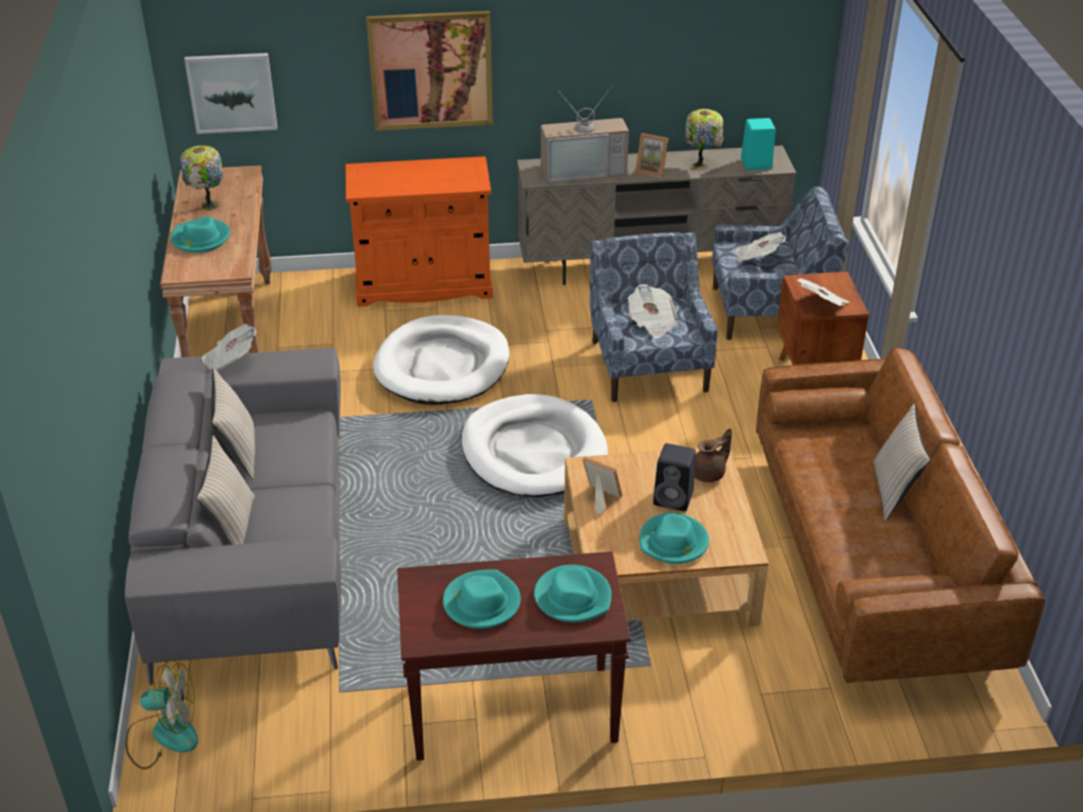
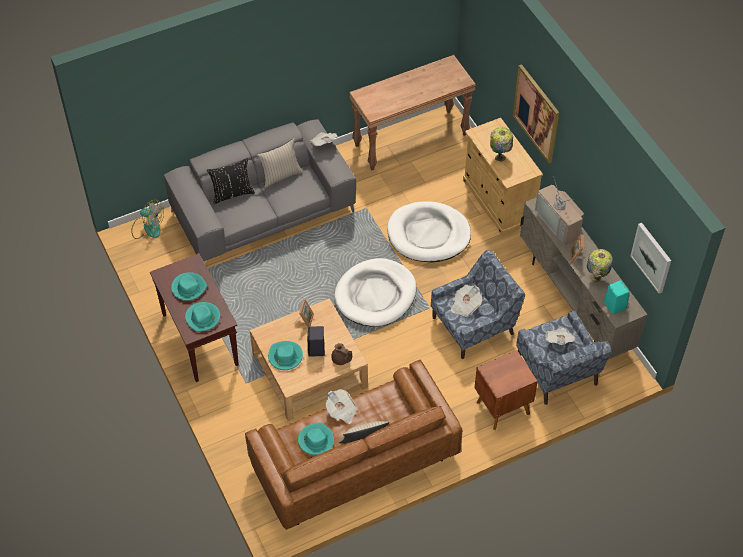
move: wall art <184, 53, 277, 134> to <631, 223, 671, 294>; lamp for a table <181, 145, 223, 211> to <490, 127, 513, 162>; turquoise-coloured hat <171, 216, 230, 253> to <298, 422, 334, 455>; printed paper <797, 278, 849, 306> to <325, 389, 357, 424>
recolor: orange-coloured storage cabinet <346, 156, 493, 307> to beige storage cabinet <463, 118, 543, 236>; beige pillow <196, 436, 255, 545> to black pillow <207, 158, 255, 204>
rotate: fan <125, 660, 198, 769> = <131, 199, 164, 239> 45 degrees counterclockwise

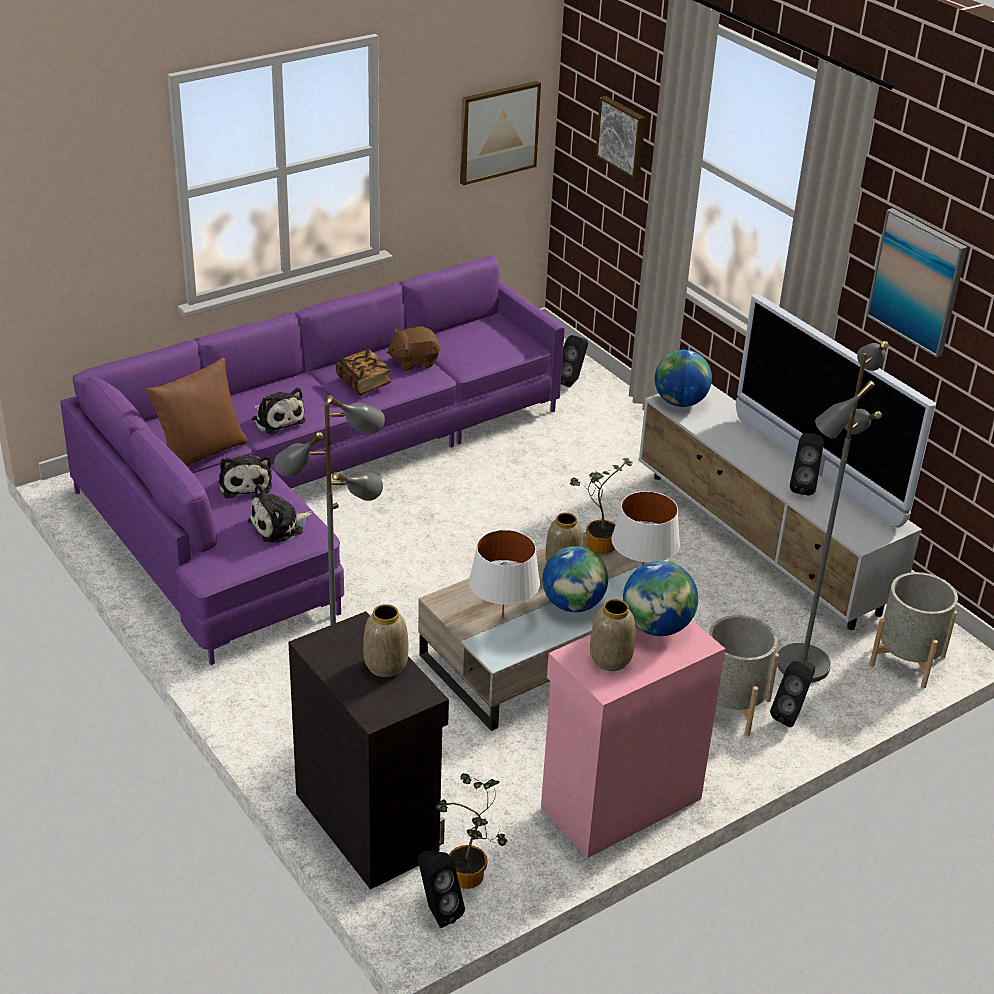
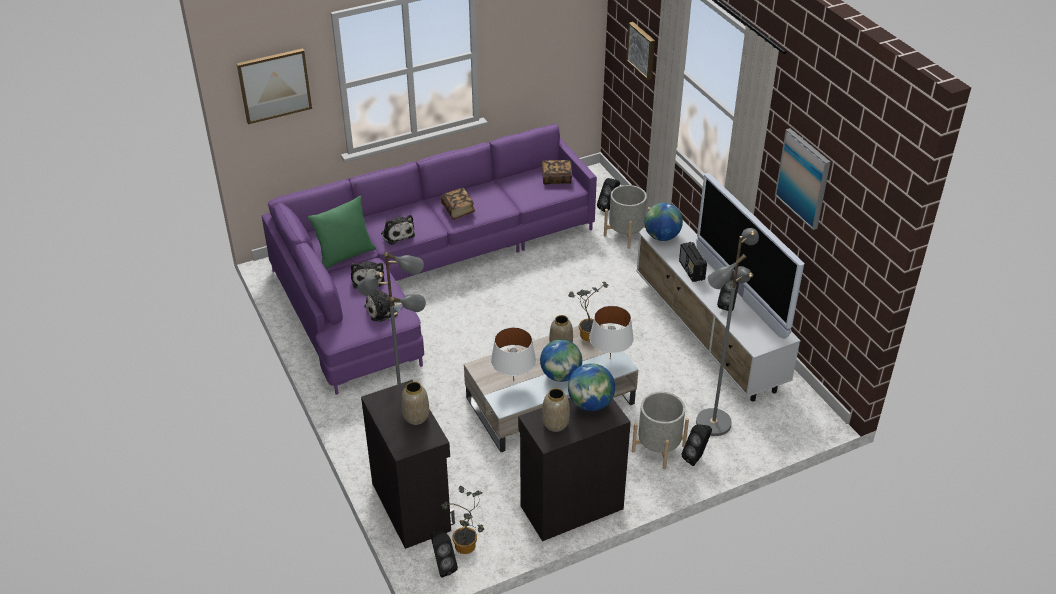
delete: brown-coloured soft toy <387, 326, 440, 371>
insert: bound book <542, 160, 572, 185>; radio <679, 242, 707, 282>
move: wall art <460, 81, 541, 185> to <236, 48, 312, 124>; greyish planter <869, 572, 958, 688> to <604, 185, 650, 249>
recolor: brown-coloured pillow <146, 358, 248, 467> to green pillow <308, 196, 376, 269>; pink storage cabinet <541, 620, 725, 858> to black storage cabinet <518, 398, 631, 541>

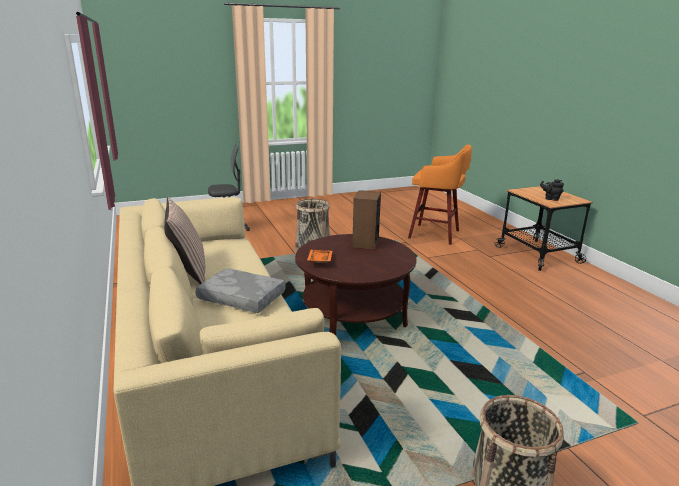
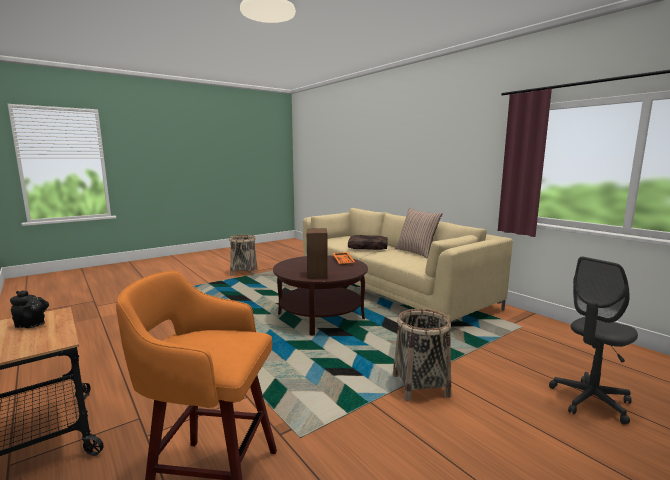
recolor: greyish pillow <195, 268, 286, 313> to brown-coloured pillow <348, 235, 388, 250>

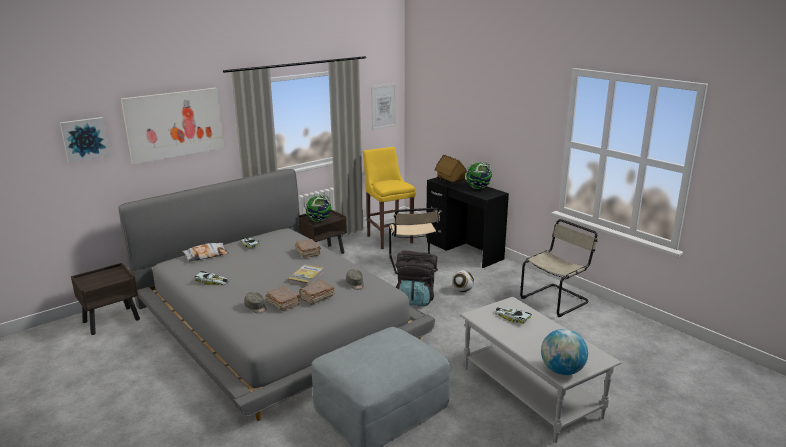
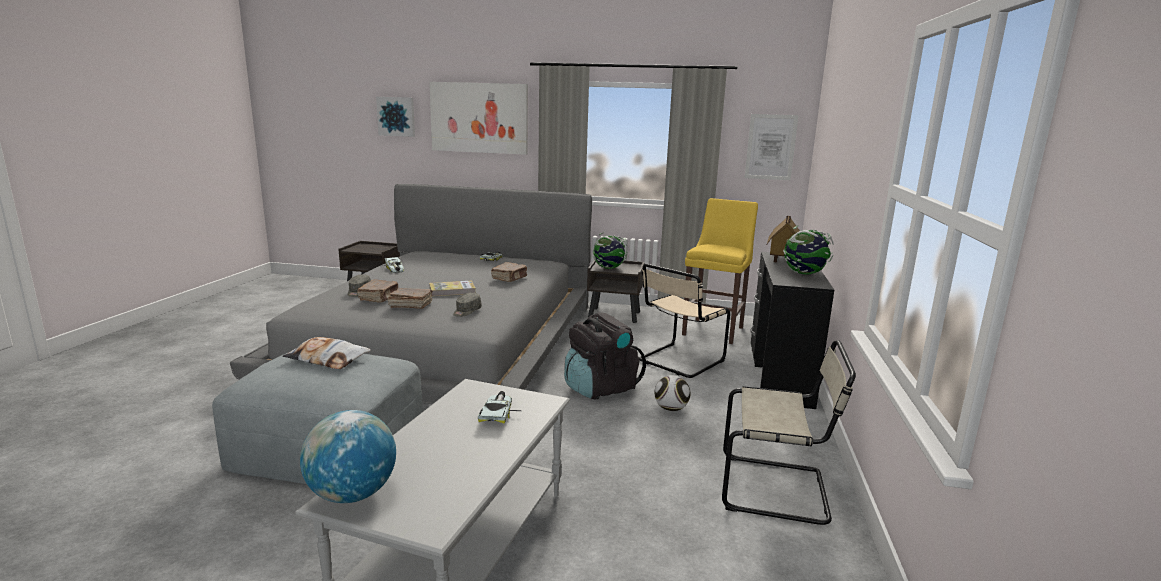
move: pillow <182, 243, 228, 262> to <282, 337, 371, 369>

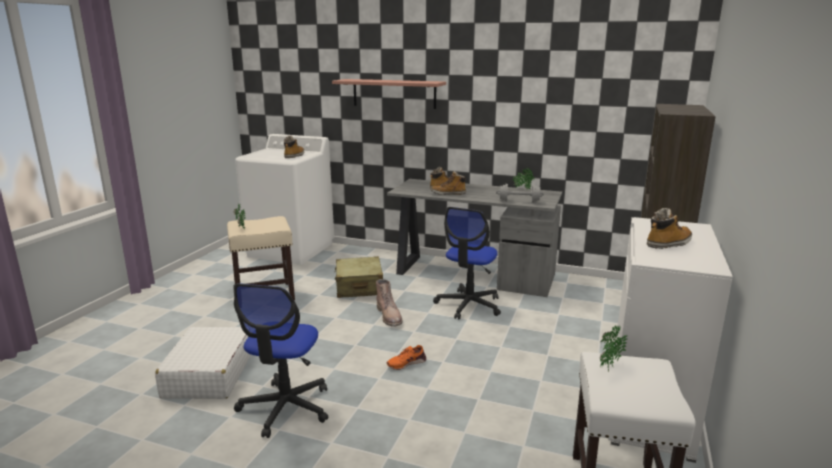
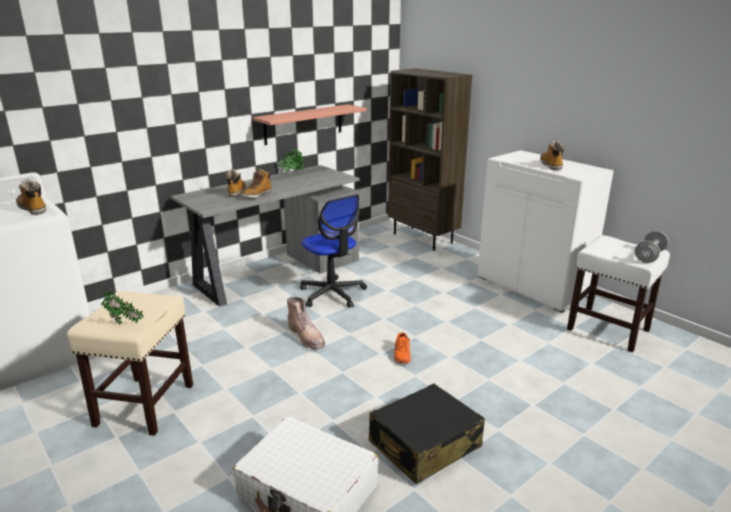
delete: beige travel case <335, 256, 383, 298>; potted plant <600, 324, 627, 373>
move: shelf <332, 79, 446, 109> to <253, 104, 366, 145>; greyish dumbbell <496, 184, 544, 202> to <635, 231, 669, 263>
replace: office chair <234, 283, 328, 438> to black travel case <369, 383, 485, 484>
rotate: brown-coloured tall boot <376, 279, 403, 326> = <287, 297, 325, 349> 45 degrees clockwise

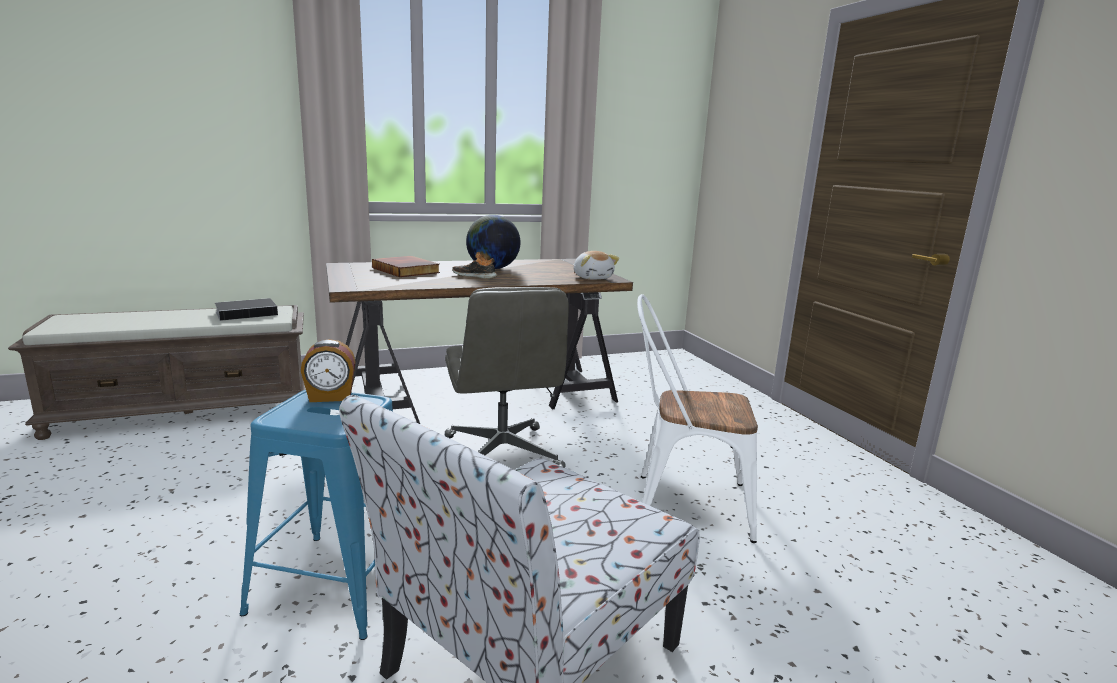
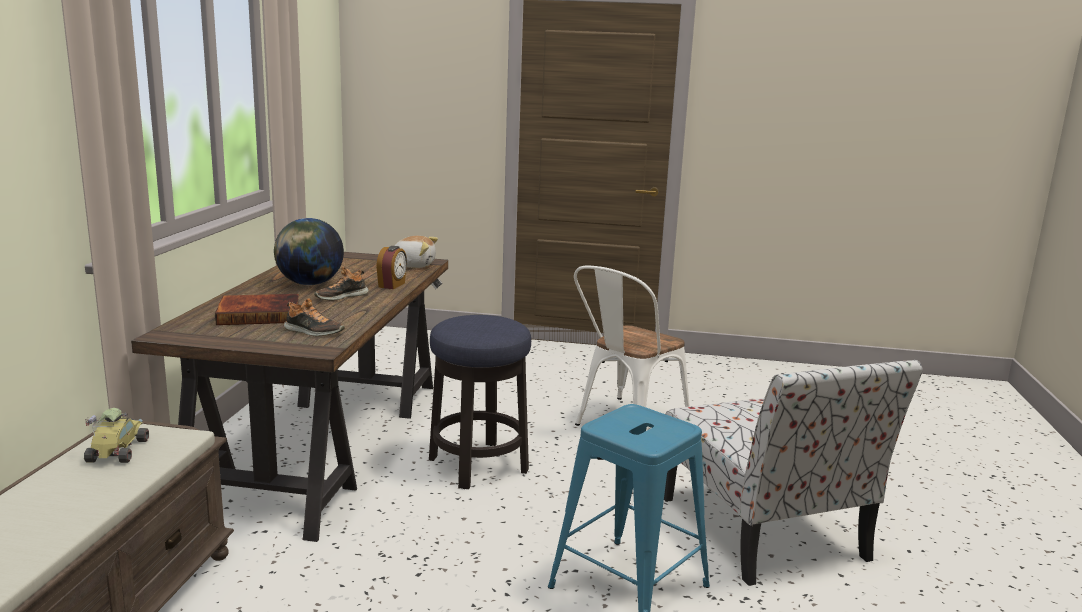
insert: shoe <284, 298, 345, 336>
move: alarm clock <301, 339, 356, 402> to <376, 246, 407, 289>
replace: greyish office chair <445, 287, 569, 468> to stool seat <429, 315, 531, 489>; bound book <215, 298, 278, 321> to model car <84, 408, 149, 463>

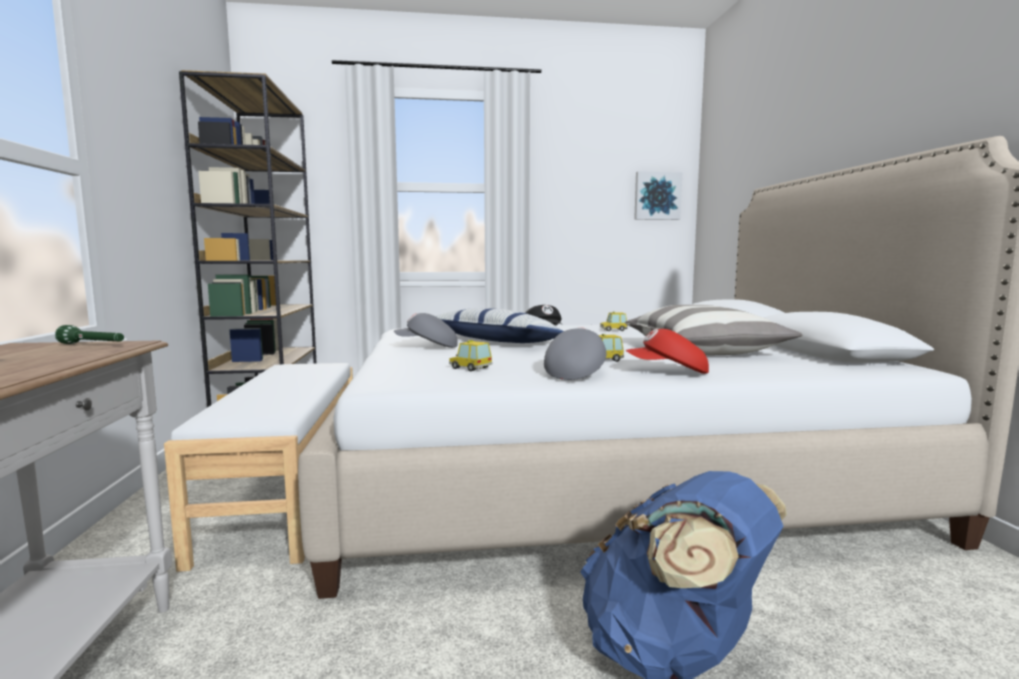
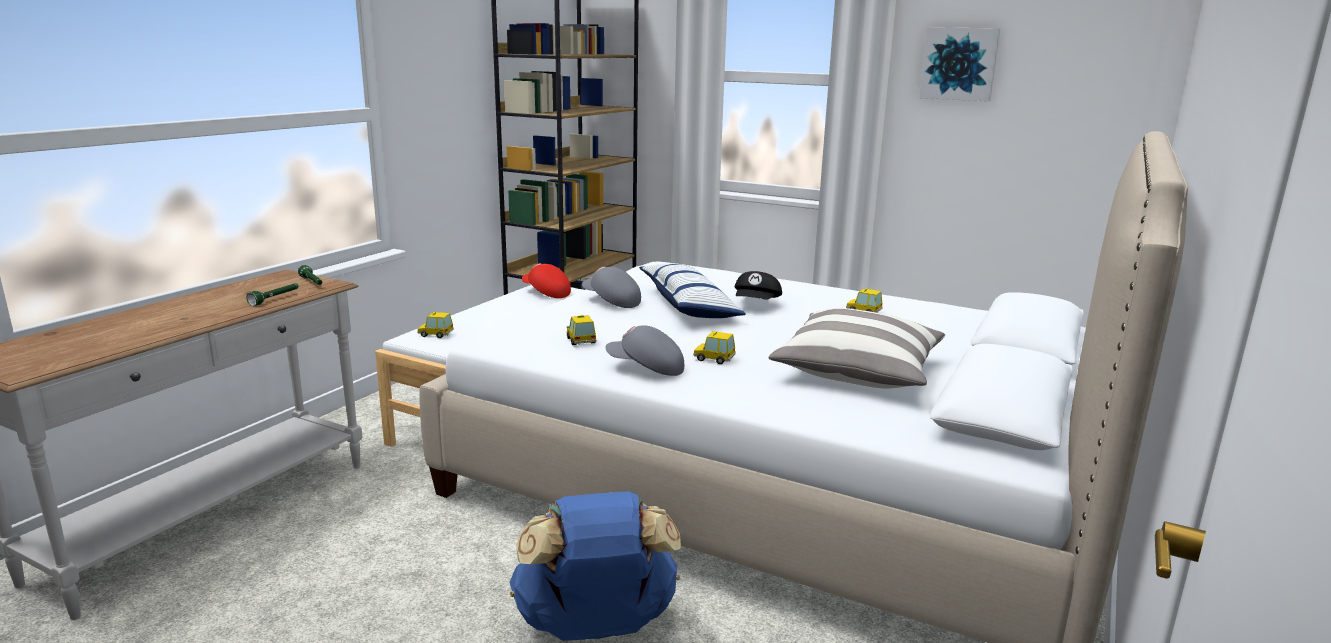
insert: green torch <246, 283, 299, 306>; model car <418, 312, 454, 338>
move: wall art <634, 171, 682, 220> to <919, 27, 1000, 101>; red baseball cap <626, 329, 709, 374> to <522, 263, 571, 298>
rotate: greyish baseball cap <544, 328, 607, 380> = <605, 325, 684, 376> 135 degrees counterclockwise

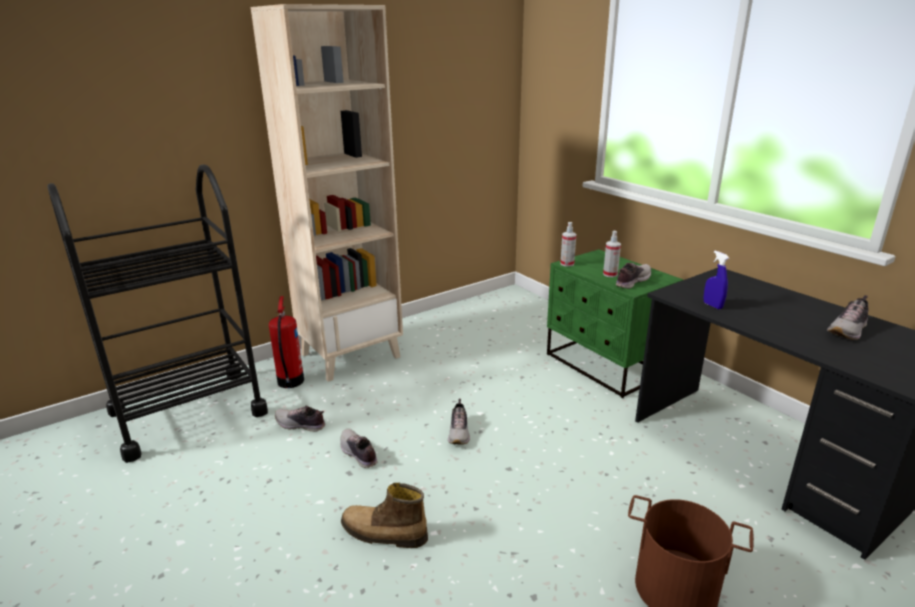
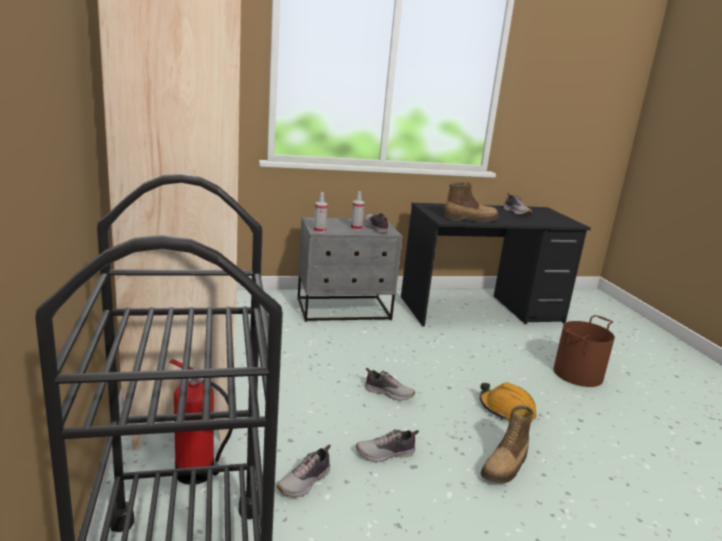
insert: orange-coloured work helmet <480, 382, 537, 422>
replace: blue-coloured sprayer <703, 251, 729, 309> to tall boot <443, 182, 499, 222>
recolor: green bedside table <547, 249, 684, 398> to greyish bedside table <298, 217, 403, 322>

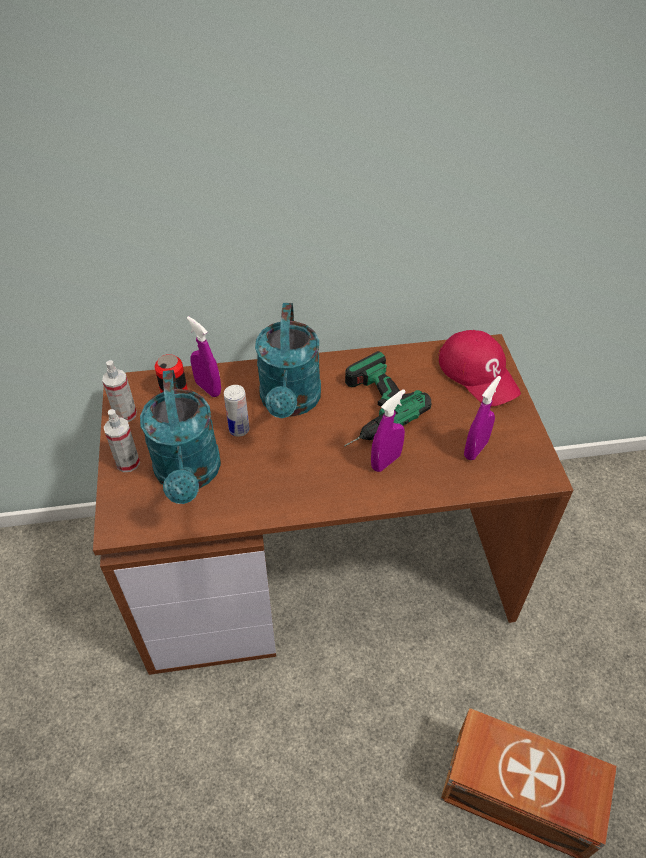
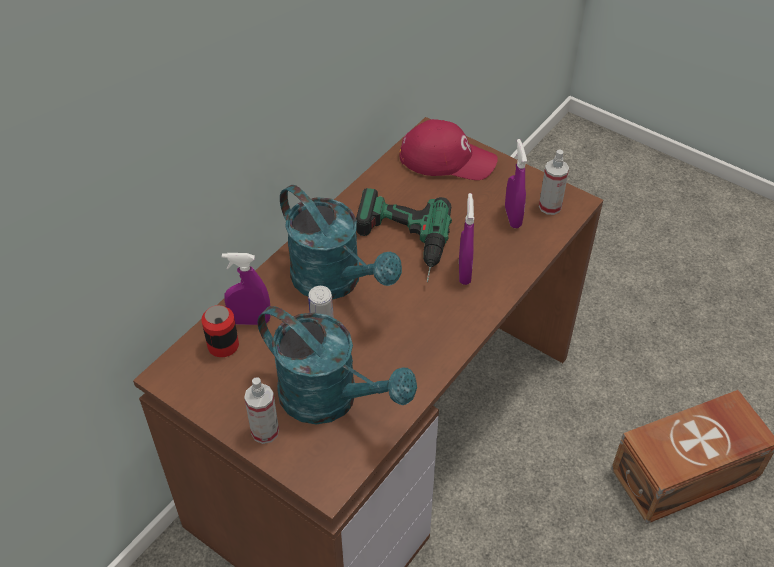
move: sprayer <102, 360, 137, 422> to <539, 149, 569, 215>

